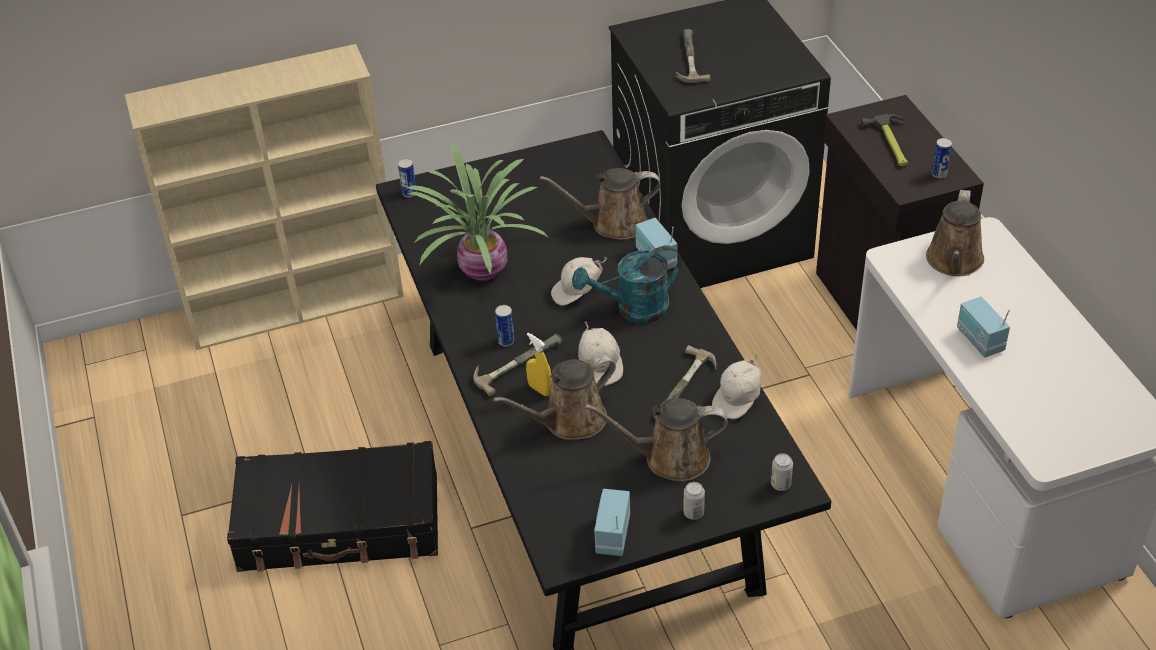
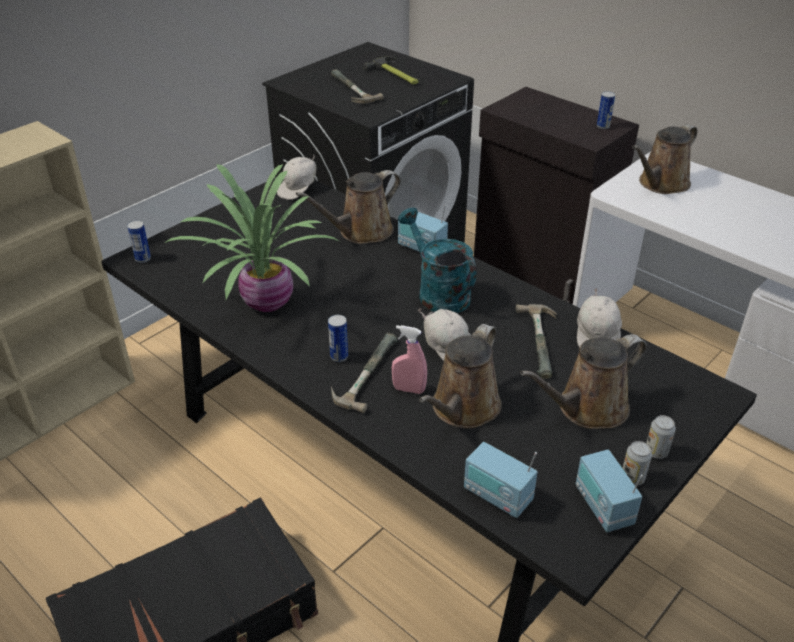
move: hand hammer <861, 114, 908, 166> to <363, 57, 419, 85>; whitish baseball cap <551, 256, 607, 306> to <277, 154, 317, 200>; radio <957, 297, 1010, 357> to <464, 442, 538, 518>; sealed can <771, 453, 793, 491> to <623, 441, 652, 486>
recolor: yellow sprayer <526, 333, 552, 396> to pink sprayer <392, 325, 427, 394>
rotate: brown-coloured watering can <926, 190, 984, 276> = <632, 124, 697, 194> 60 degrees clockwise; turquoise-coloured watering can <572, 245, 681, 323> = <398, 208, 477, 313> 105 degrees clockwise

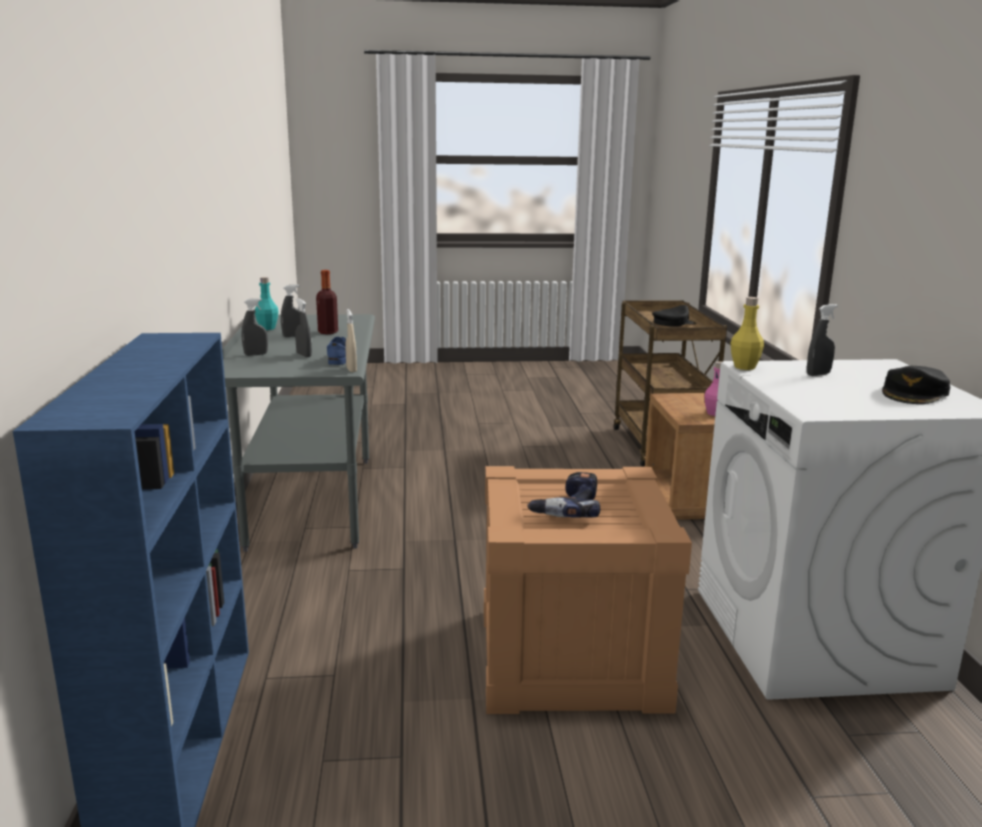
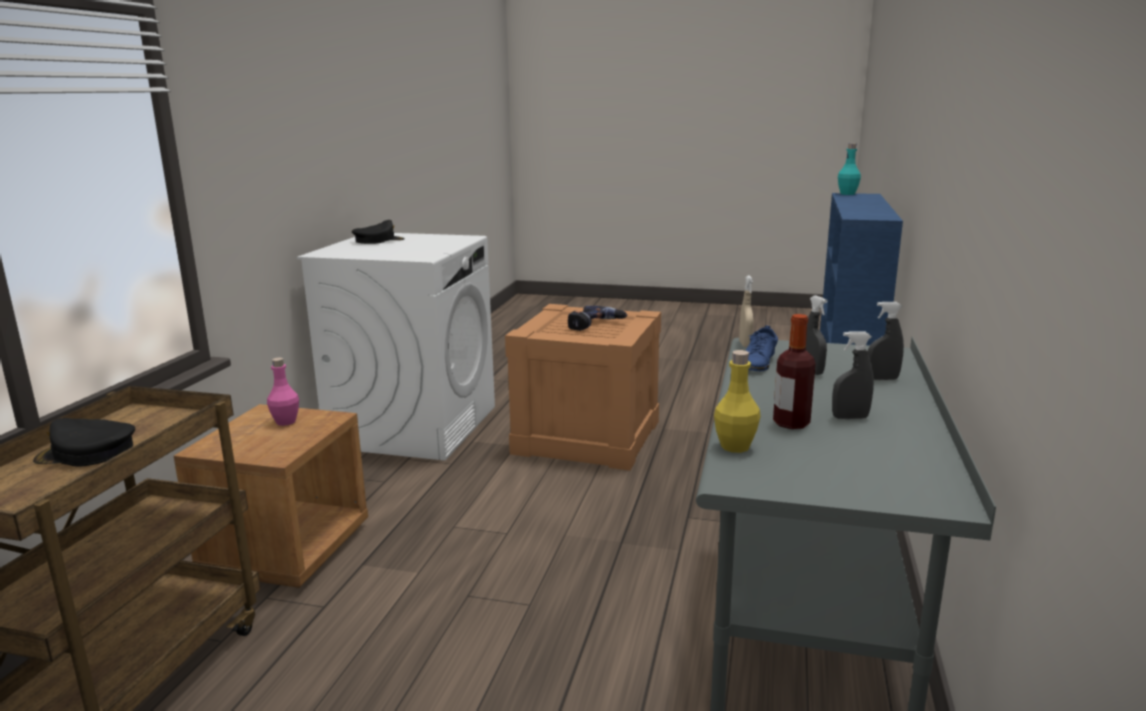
delete: greyish sprayer <807, 304, 838, 376>
move: turquoise-coloured bottle <255, 277, 278, 330> to <838, 143, 861, 195>; yellow bottle <731, 297, 764, 370> to <714, 350, 761, 453>

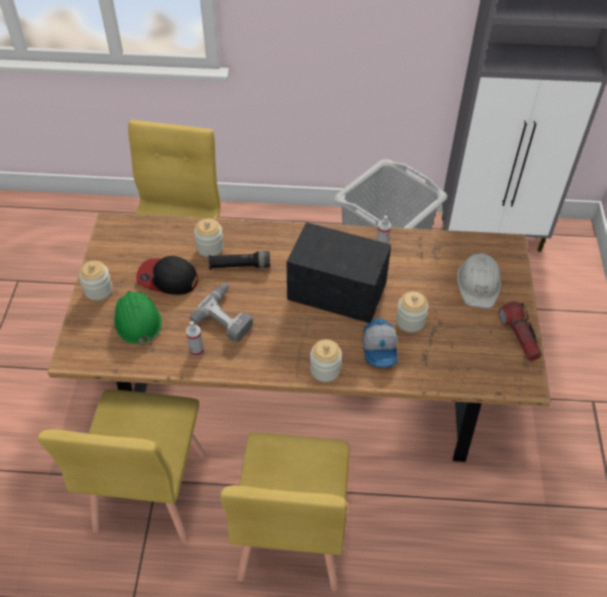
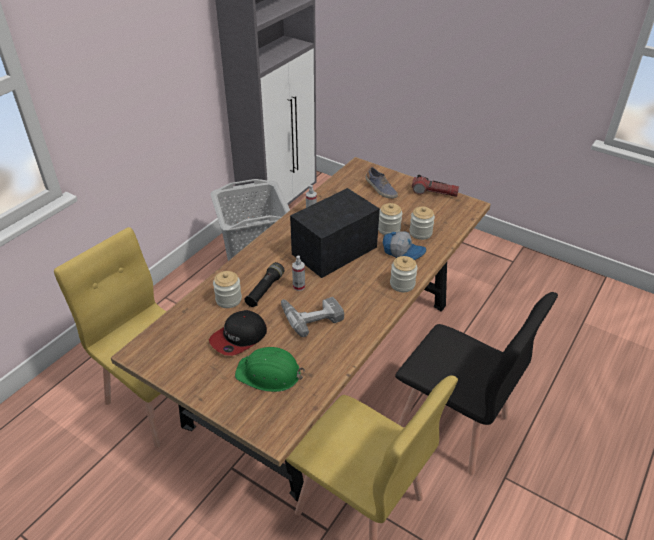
move: jar <79, 261, 113, 301> to <409, 207, 435, 240>; sprayer <186, 321, 204, 357> to <292, 255, 305, 291>
replace: whitish work helmet <457, 253, 501, 308> to shoe <365, 167, 398, 199>
recolor: yellow plain chair <220, 433, 349, 591> to black plain chair <395, 292, 558, 475>

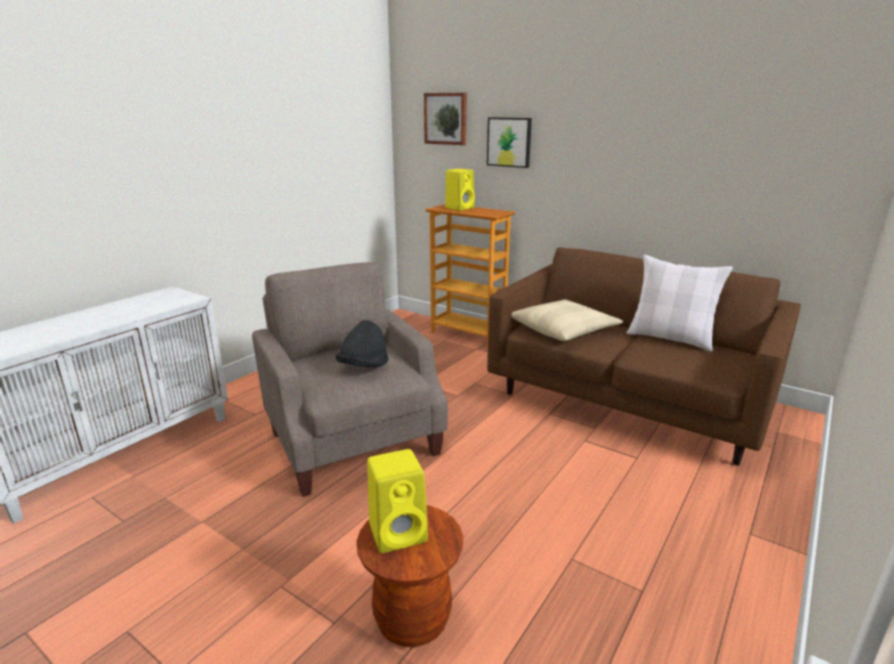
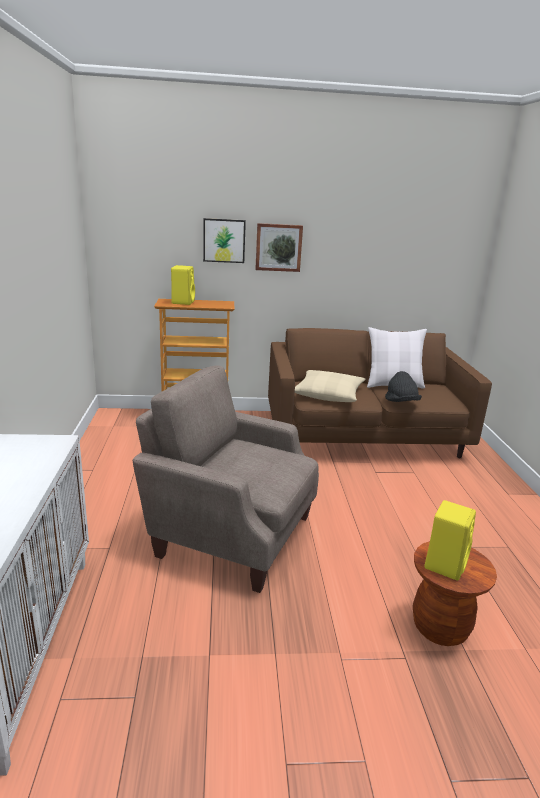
move: wall art <424, 93, 467, 145> to <255, 223, 303, 272>; black hat <335, 320, 389, 367> to <385, 371, 422, 402>

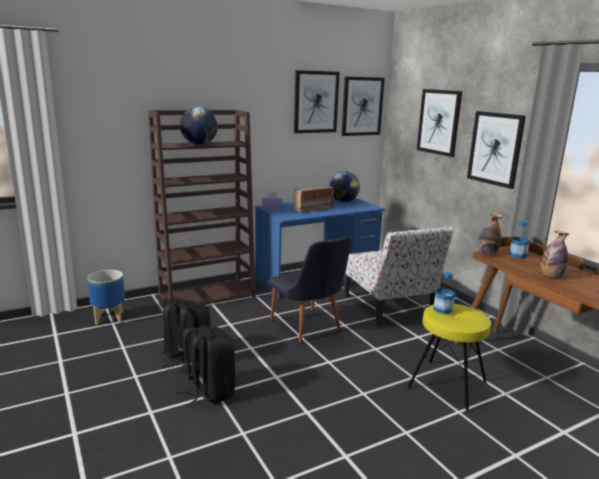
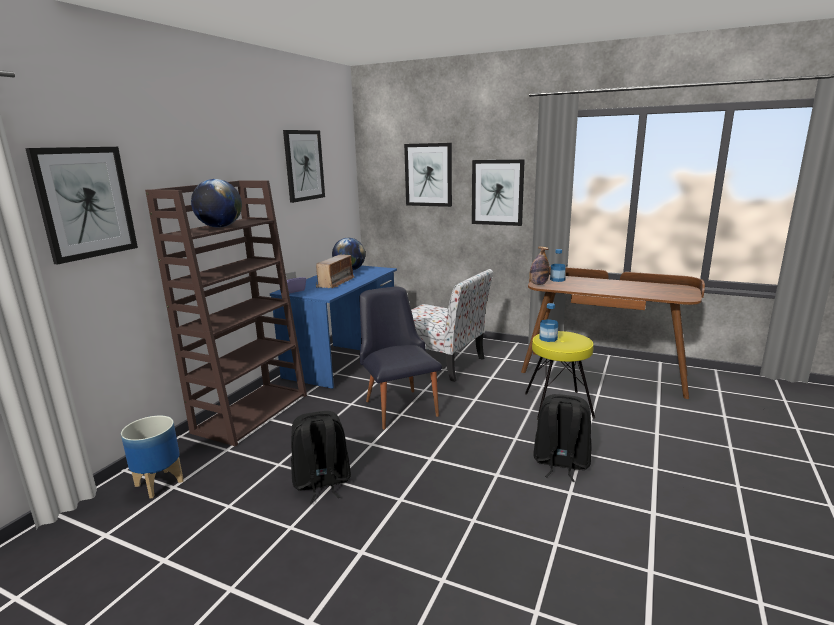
delete: bottle <540, 230, 569, 278>
move: wall art <341, 77, 385, 136> to <25, 147, 138, 265>; black backpack <177, 325, 235, 406> to <534, 394, 591, 482>
rotate: black plain chair <268, 237, 352, 343> = <359, 286, 442, 430> 135 degrees counterclockwise

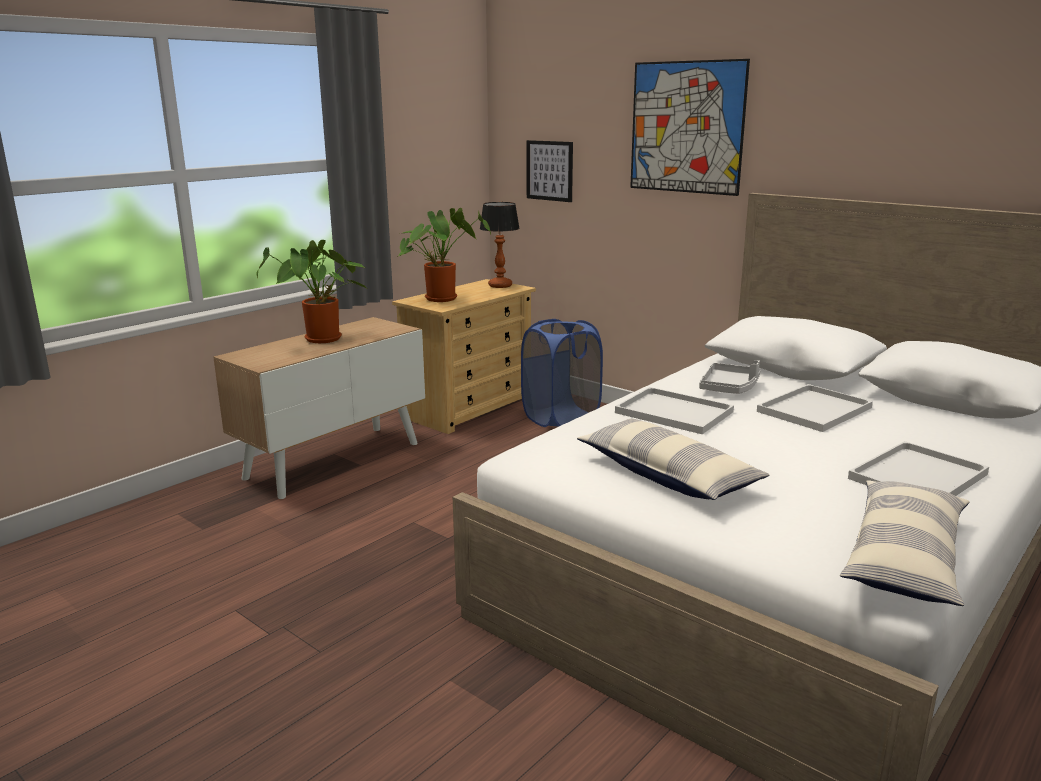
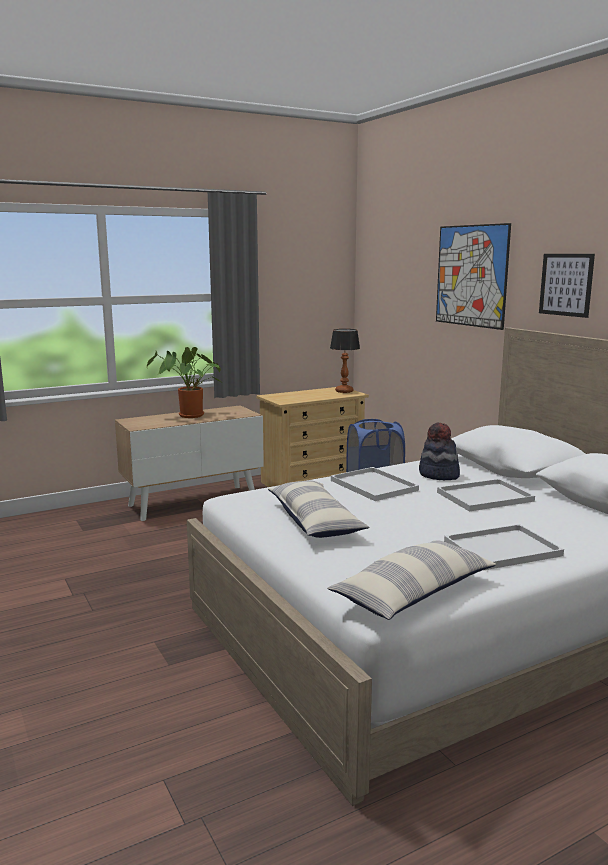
delete: potted plant <397, 208, 491, 302>
move: wall art <526, 140, 573, 202> to <539, 254, 595, 318>
replace: greyish tray <699, 360, 760, 394> to hat <419, 422, 460, 480>

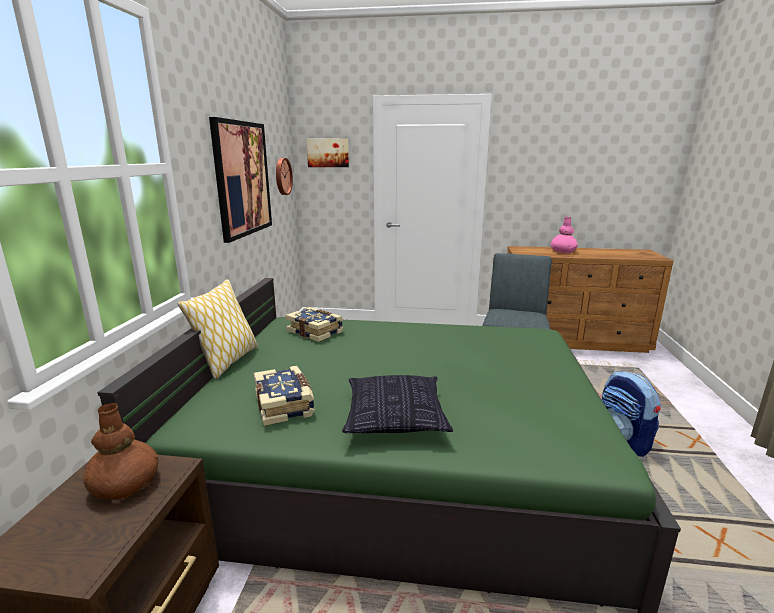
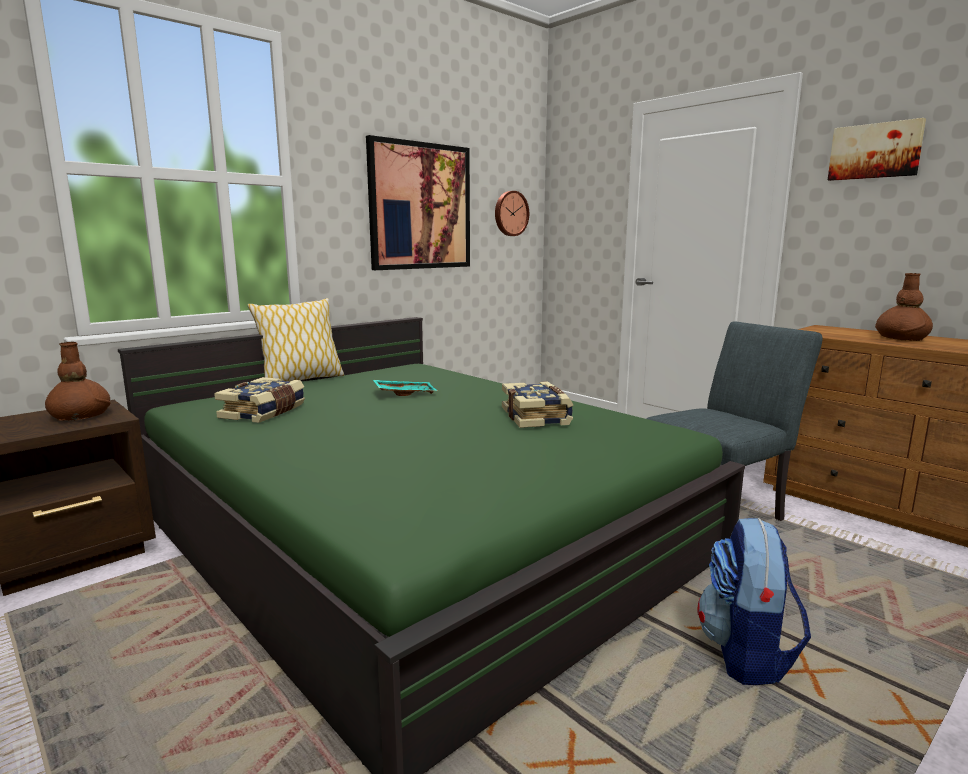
delete: pillow <342, 375, 453, 433>
insert: turquoise-coloured tray <373, 380, 438, 396>
move: wall art <307, 138, 349, 167> to <828, 118, 926, 181>; bound book <285, 307, 343, 342> to <502, 381, 573, 428>
recolor: pink flower vase <551, 217, 578, 253> to brown-coloured flower vase <875, 273, 933, 341>

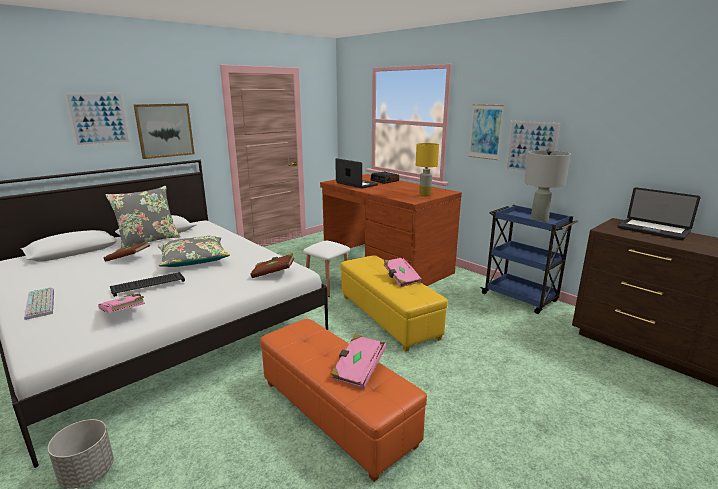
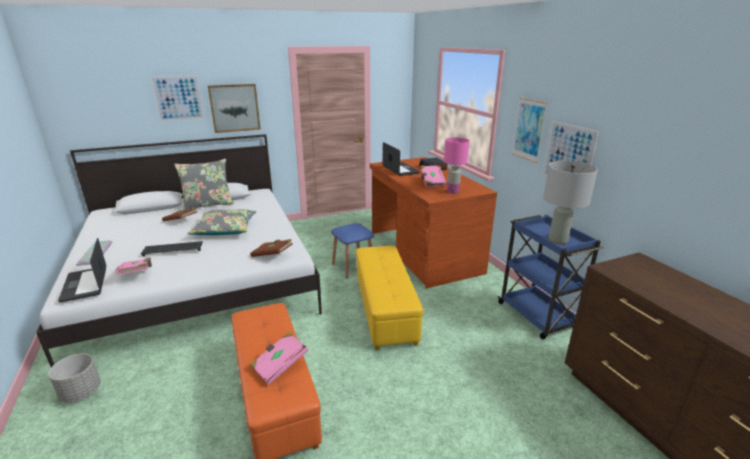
move: portable computer <618, 187, 700, 240> to <58, 238, 106, 303>; pink bound book <383, 257, 422, 287> to <421, 166, 447, 187>
recolor: yellow lamp for a table <416, 143, 439, 196> to pink lamp for a table <444, 137, 469, 194>; whitish stool seat <303, 241, 350, 297> to blue-coloured stool seat <331, 223, 374, 278>

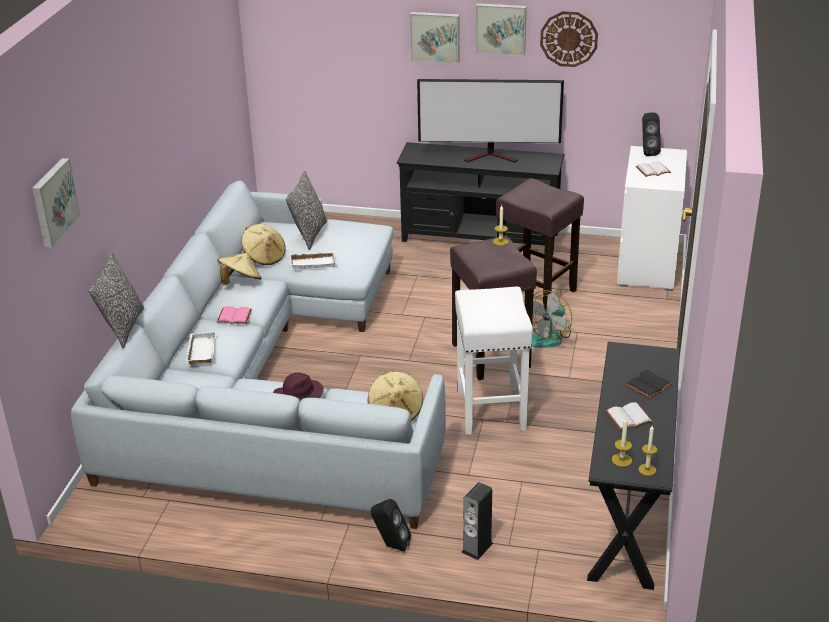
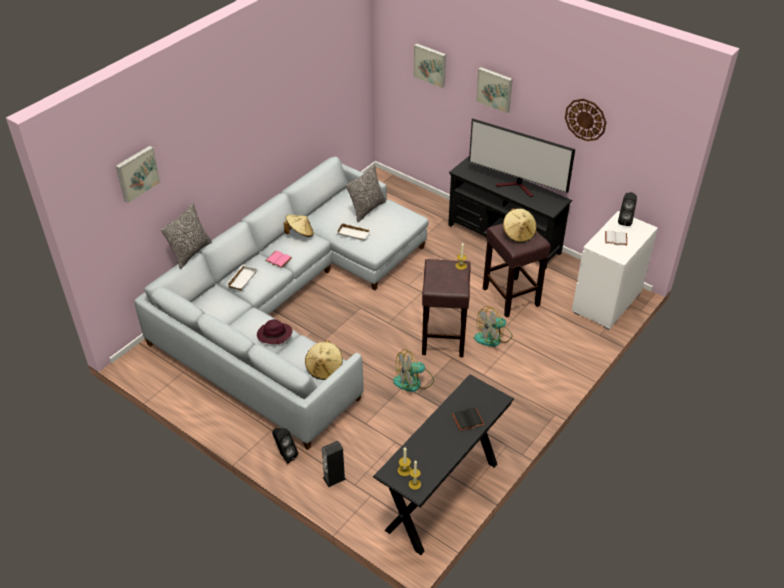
delete: whitish bound book <605, 402, 653, 430>
move: wall art <476, 3, 527, 56> to <414, 44, 446, 88>; beige hat <241, 224, 285, 265> to <503, 208, 537, 243>
replace: whitish stool seat <455, 287, 533, 435> to fan <393, 349, 434, 392>

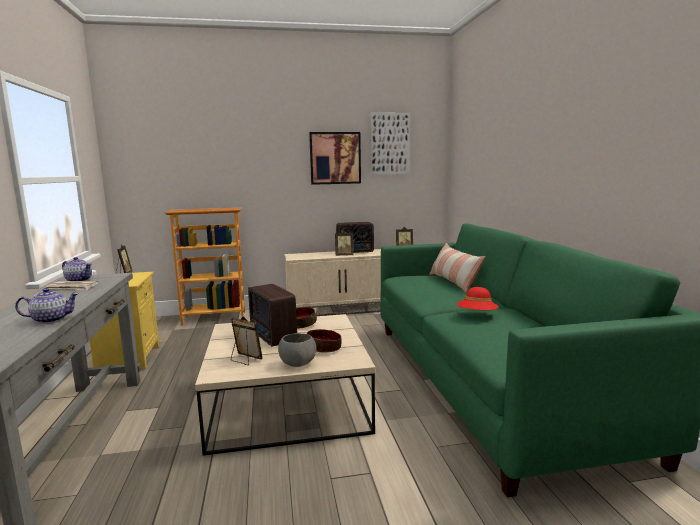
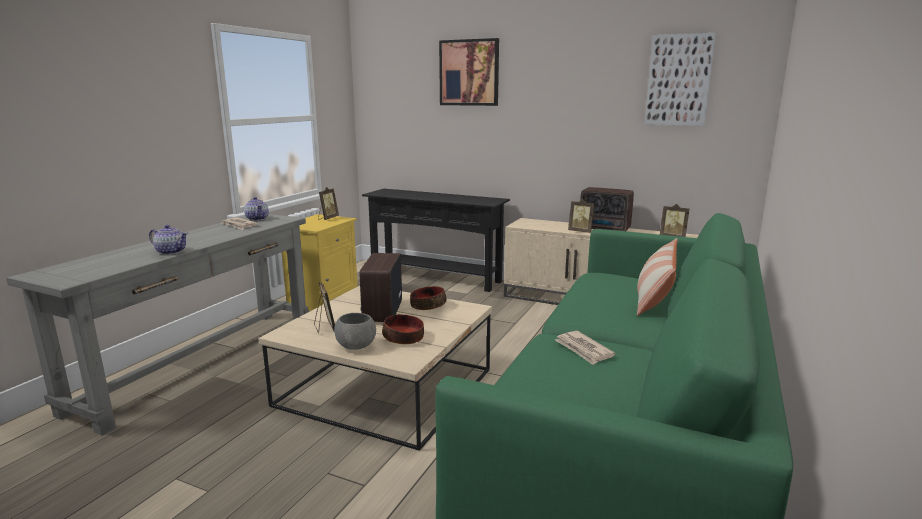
move: wall art <309, 132, 361, 185> to <439, 38, 499, 106>
replace: bookshelf <165, 208, 245, 325> to black console table <362, 189, 510, 292>; red hat <457, 287, 499, 310> to printed paper <555, 331, 615, 365>

